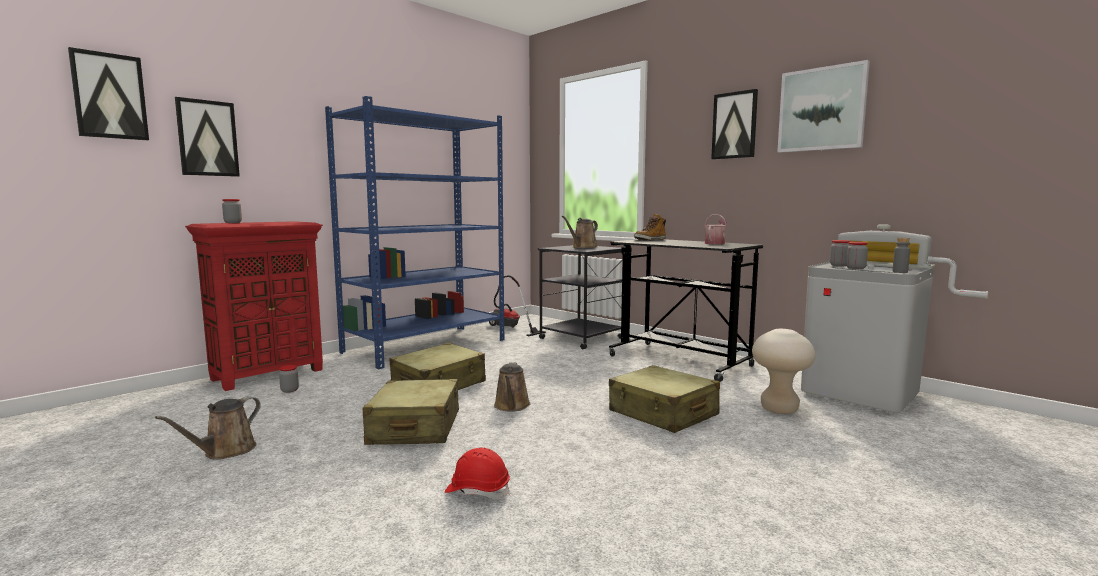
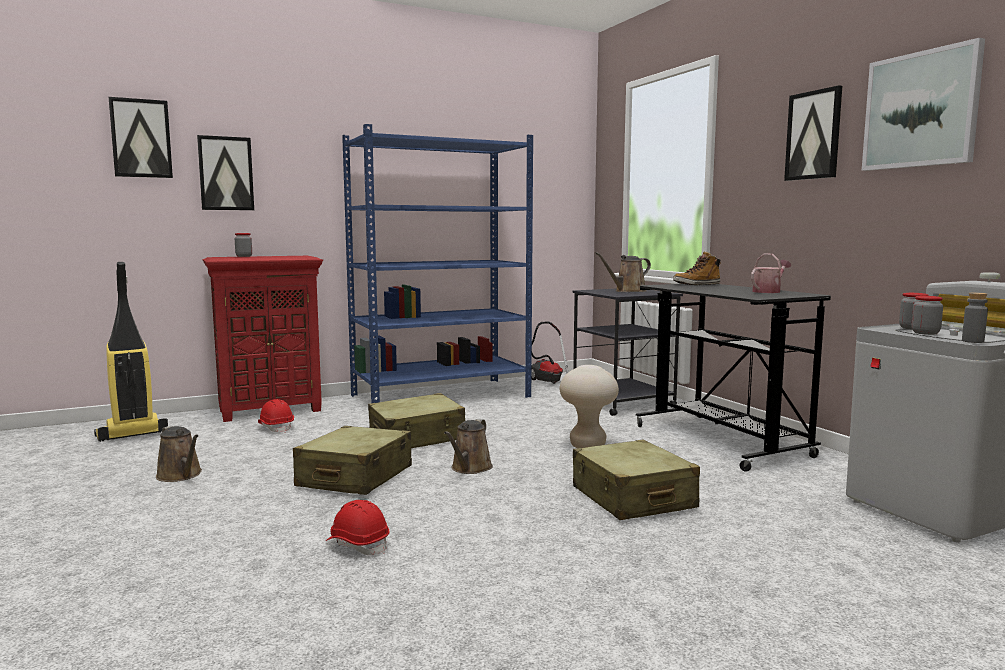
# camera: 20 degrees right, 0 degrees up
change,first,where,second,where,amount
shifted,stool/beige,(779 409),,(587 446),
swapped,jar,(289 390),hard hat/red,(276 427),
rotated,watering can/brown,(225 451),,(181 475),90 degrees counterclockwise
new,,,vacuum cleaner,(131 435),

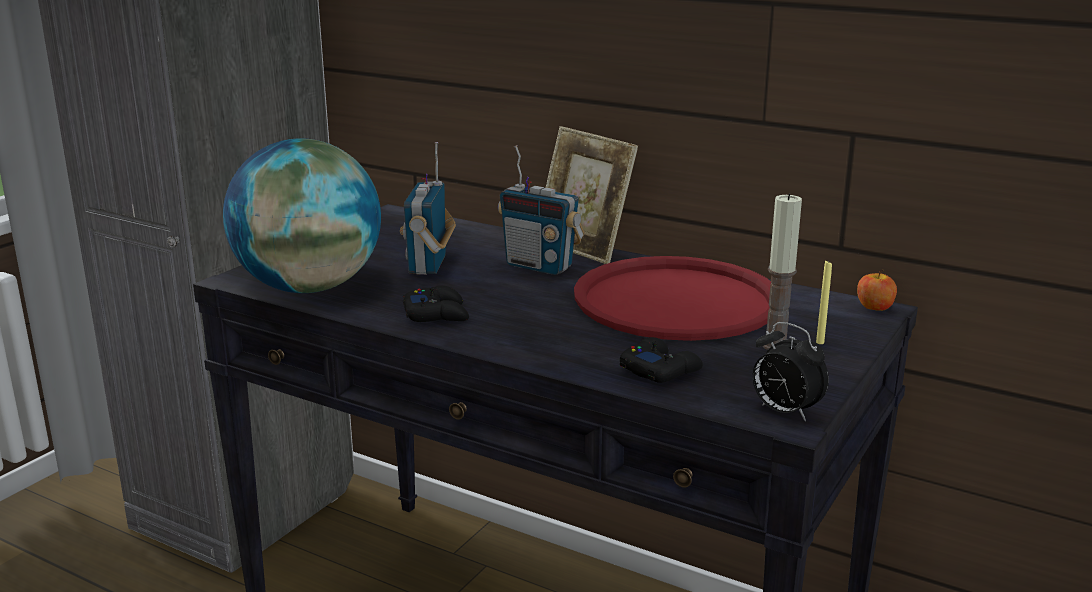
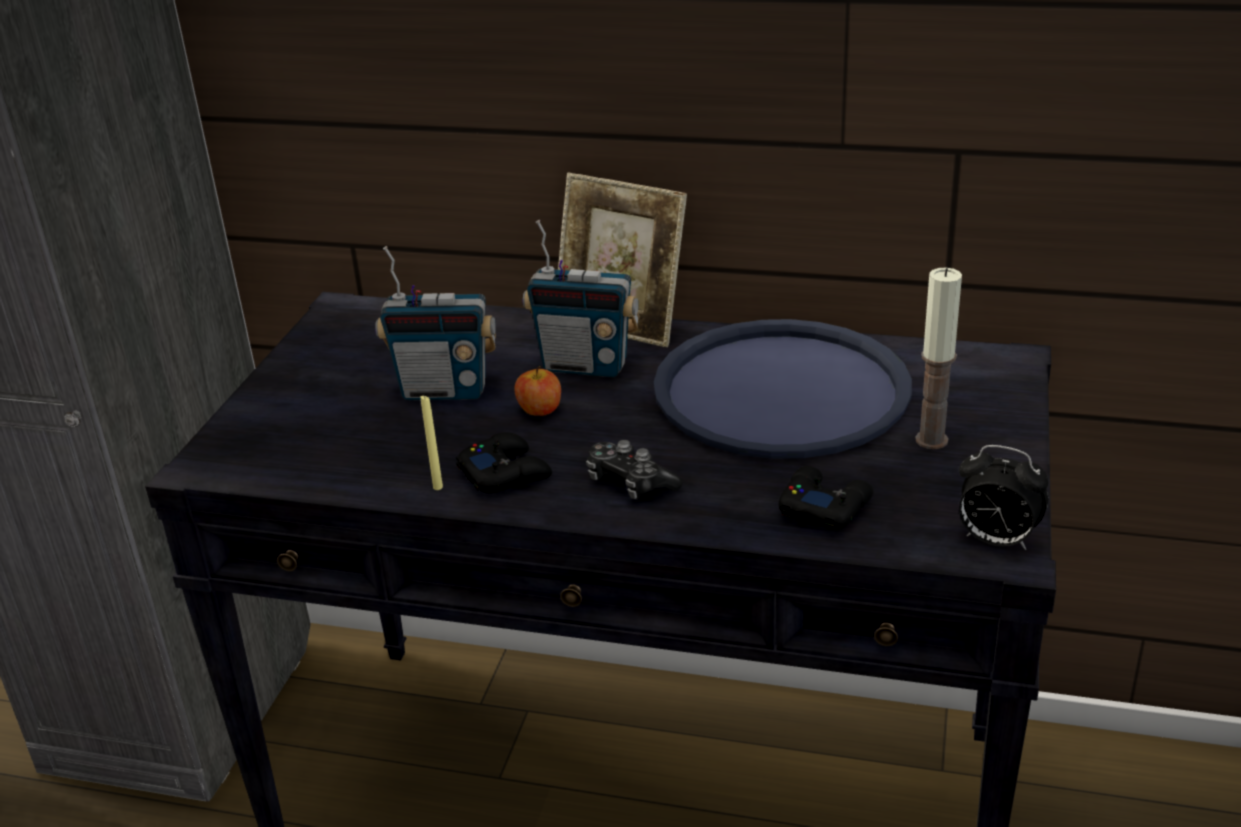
# camera: 15 degrees left, 10 degrees up
change,first,where,second,where,amount
gone,globe,(309 287),,,
rotated,radio,(429 265),,(444 390),75 degrees counterclockwise
repainted,tray/red,(677 301),tray/blue,(782 391),
shifted,candle/yellow,(820 342),,(438 487),
shifted,apple,(874 308),,(539 410),
new,,,game controller,(630 483),

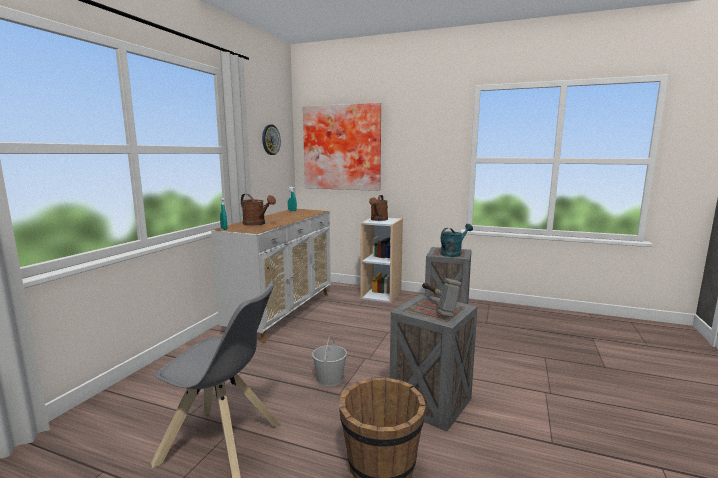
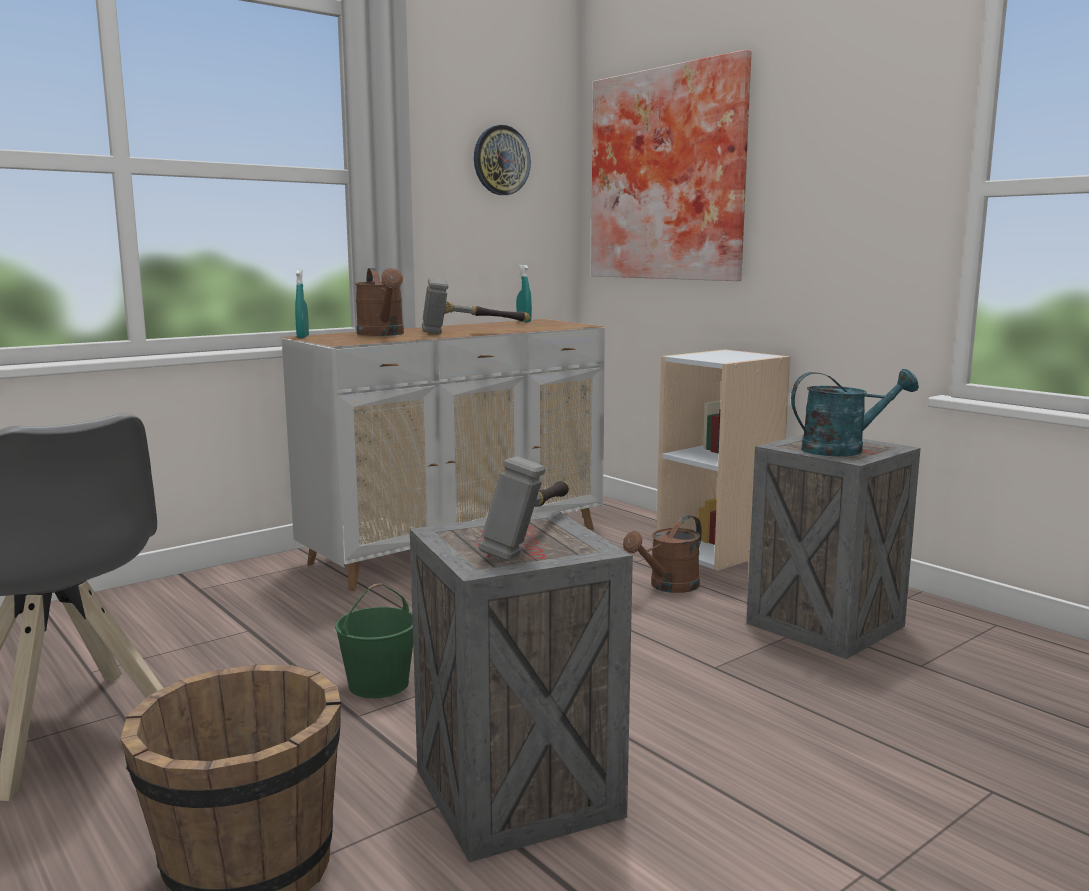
# camera: 30 degrees right, 0 degrees up
change,first,where,second,where,amount
shifted,watering can/brown,(378 220),,(668 586),
repainted,bucket/white,(329 379),bucket/green,(379 683),
new,,,hammer,(472 332),

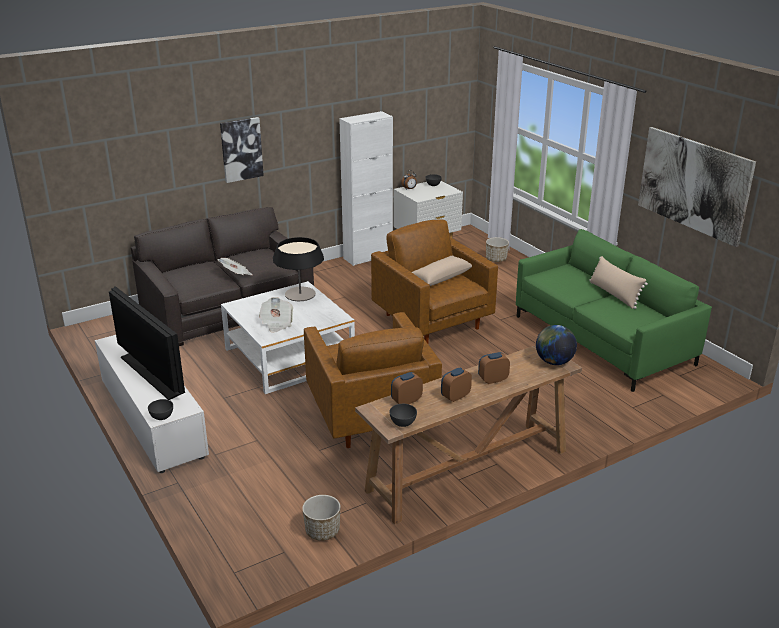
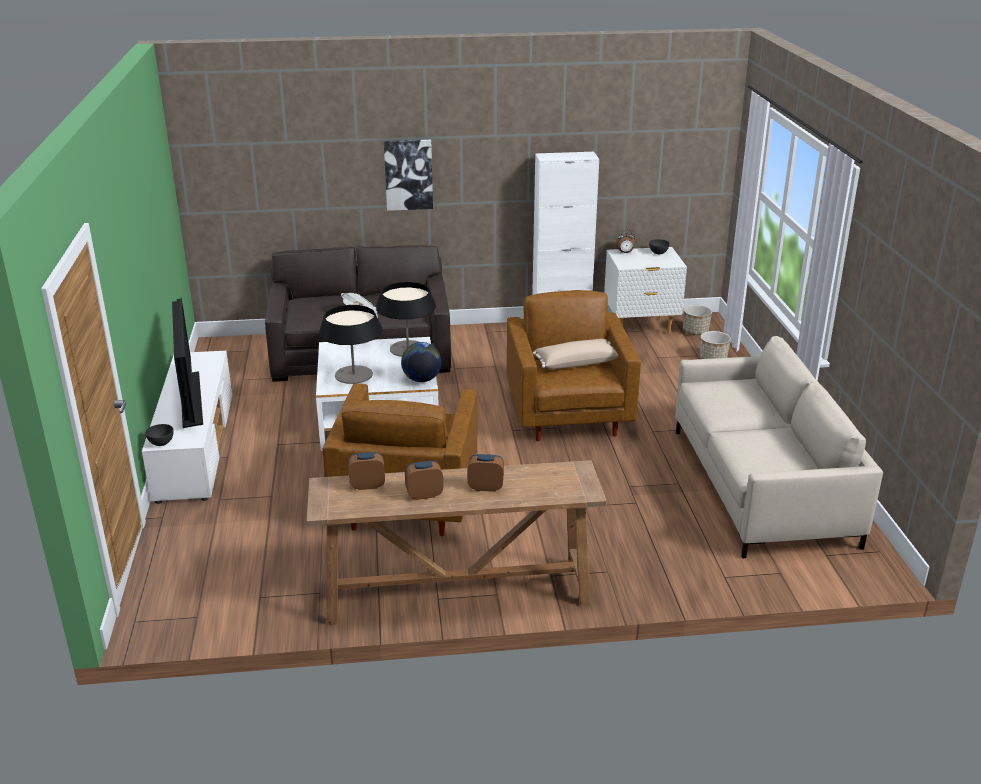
# camera: 25 degrees right, 0 degrees up
change,first,where,second,where,amount
gone,picture,(693 184),,,
repainted,sofa/green,(602 340),sofa/beige,(760 486),
gone,pillow/beige,(614 294),,,
swapped,newspaper,(277 323),table lamp,(353 375),
shifted,globe,(554 362),,(421 379),
gone,bowl/grey,(402 423),,,
shifted,planter,(322 531),,(695 332),

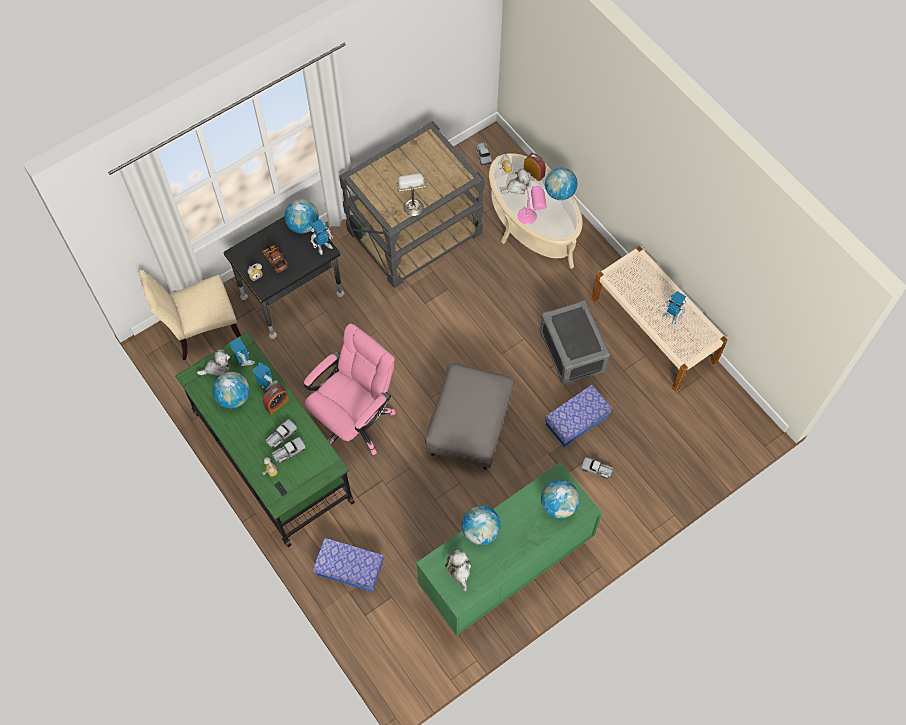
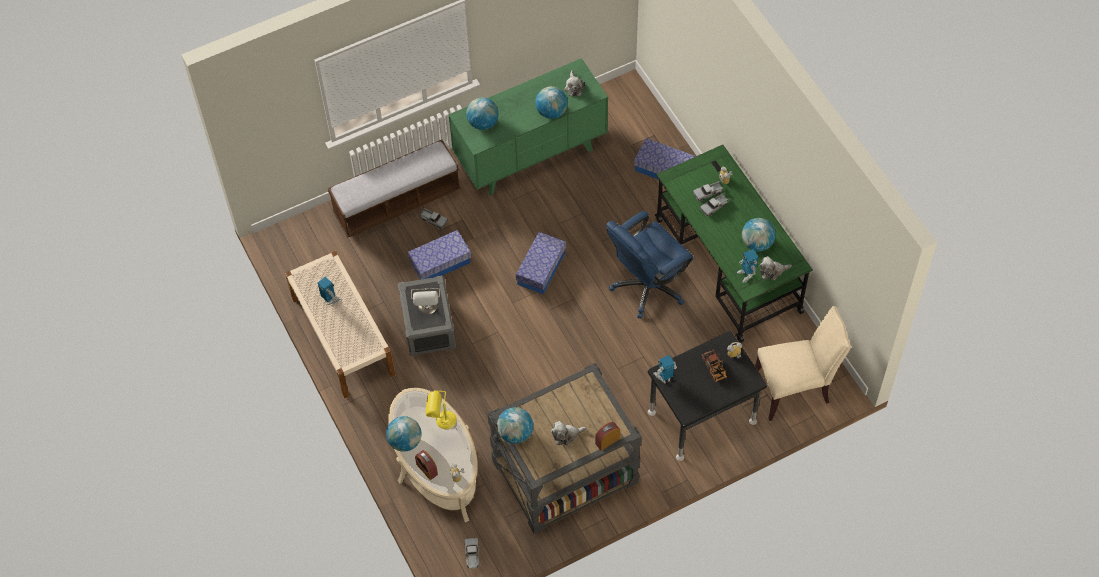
# camera: 170 degrees left, 5 degrees down
change,first,where,second,where,amount
shifted,plush toy,(517 187),,(566 435),
shifted,table lamp/white,(412 203),,(428 309),
repainted,table lamp/pink,(531 215),table lamp/yellow,(441 420),
shifted,globe,(303 225),,(515 433),
repainted,office chair/pink,(354 421),office chair/blue,(648 286),
gone,toy robot,(267 384),,,
swapped,ottoman/grey,(469 427),storage box,(541 268),
shifted,alarm clock,(277 404),,(607 441),
new,,,bench,(397 202),

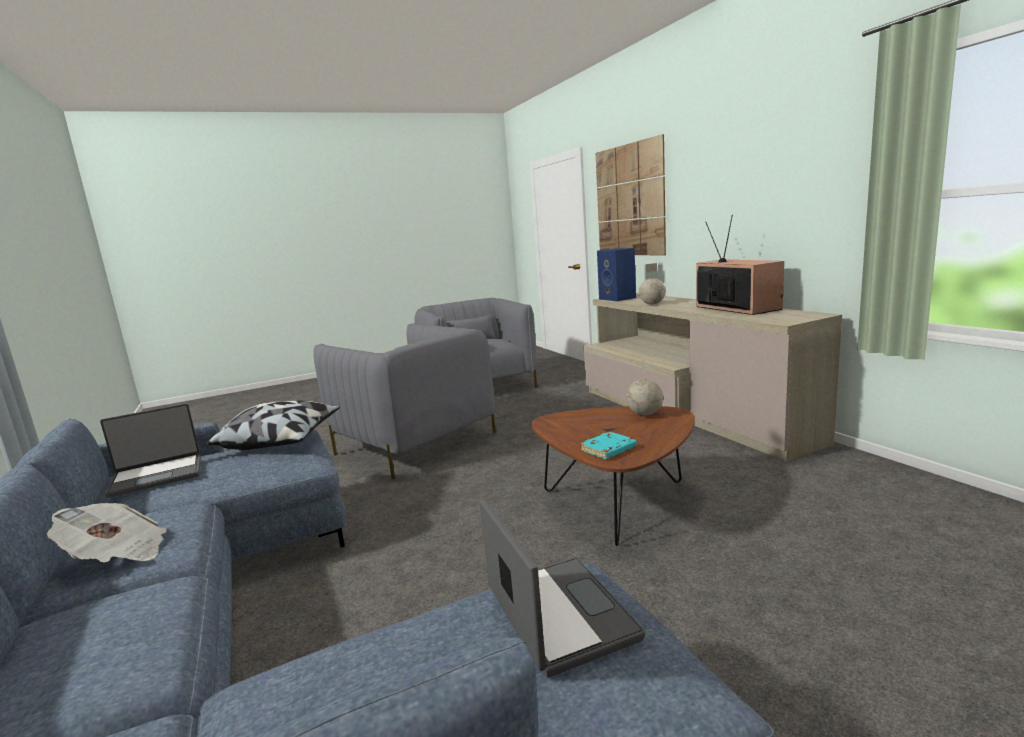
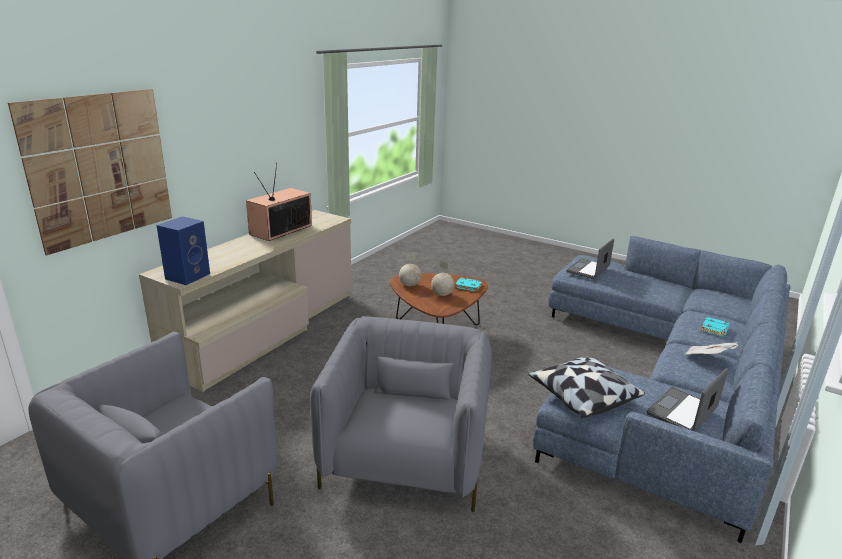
# camera: 125 degrees left, 10 degrees up
change,first,where,second,where,amount
shifted,globe,(652 304),,(442 295),
rotated,laptop,(157 476),,(683 412),75 degrees counterclockwise
new,,,book/turquoise,(715 329),

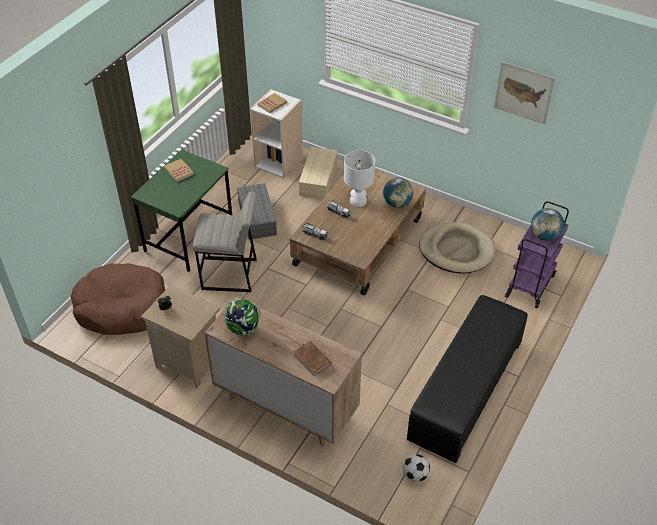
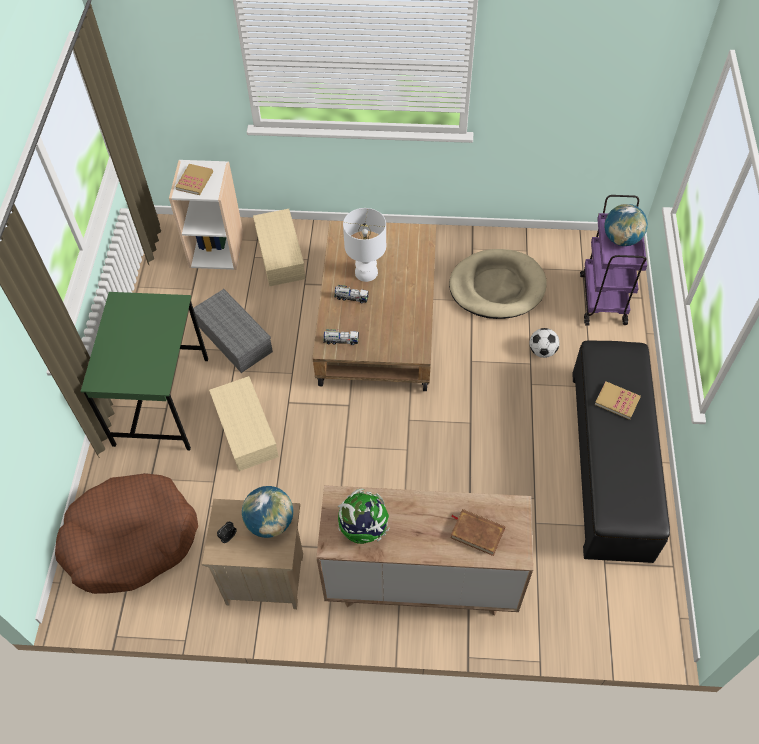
# camera: 25 degrees left, 10 degrees up
change,first,where,second,where,amount
gone,picture,(524 92),,,
shifted,book,(179 171),,(617 401),
shifted,globe,(397 203),,(270 522),
swapped,chair/grey,(231 274),storage box/beige,(247 431),
shifted,football,(415 475),,(542 351),

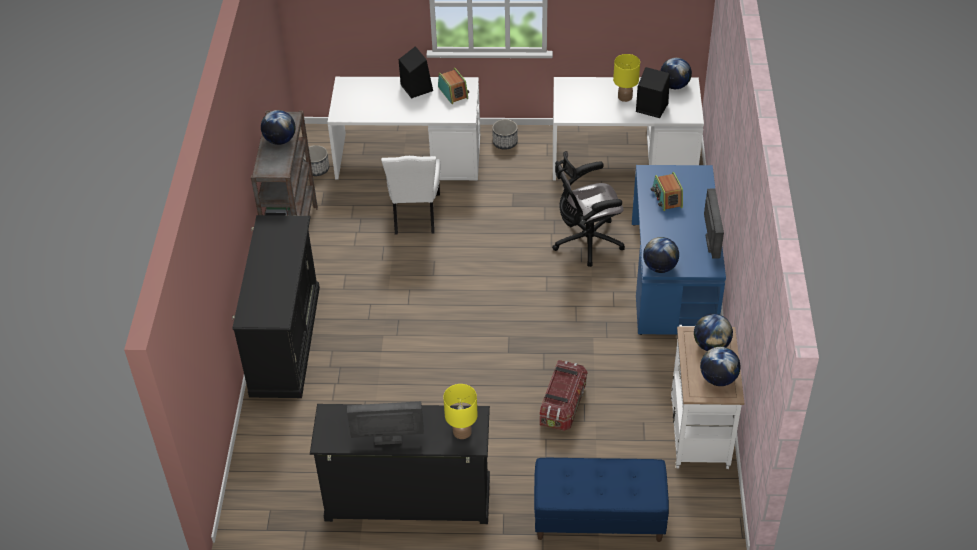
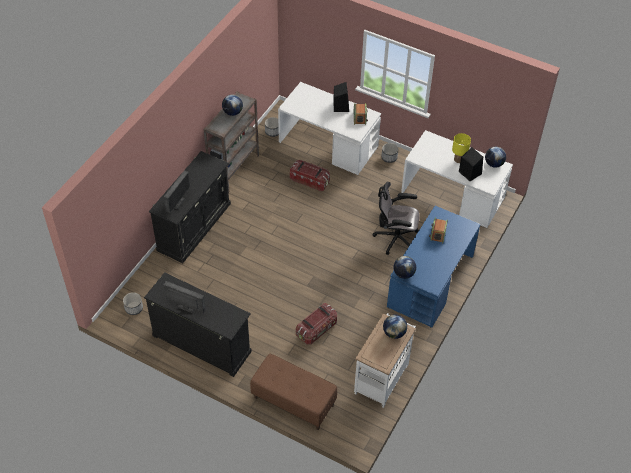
# camera: 25 degrees right, 5 degrees up
change,first,where,second,where,amount
swapped,chair/white,(415 212),storage box,(310 180),
shifted,monitor,(709 244),,(178 203),
gone,globe,(718 379),,,
gone,table lamp/yellow,(462 432),,,
repainted,bench/blue,(598 518),bench/brown,(293 401),
new,,,planter,(134 308),

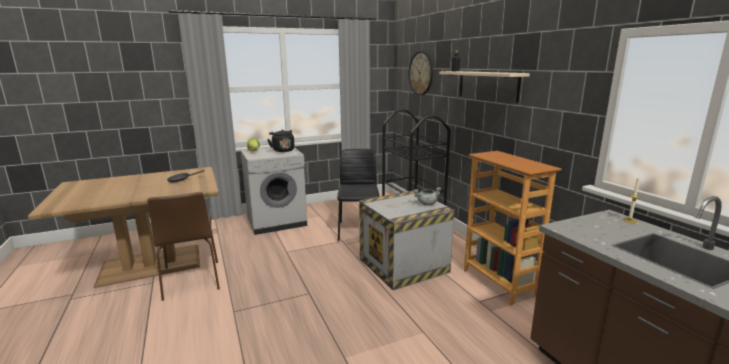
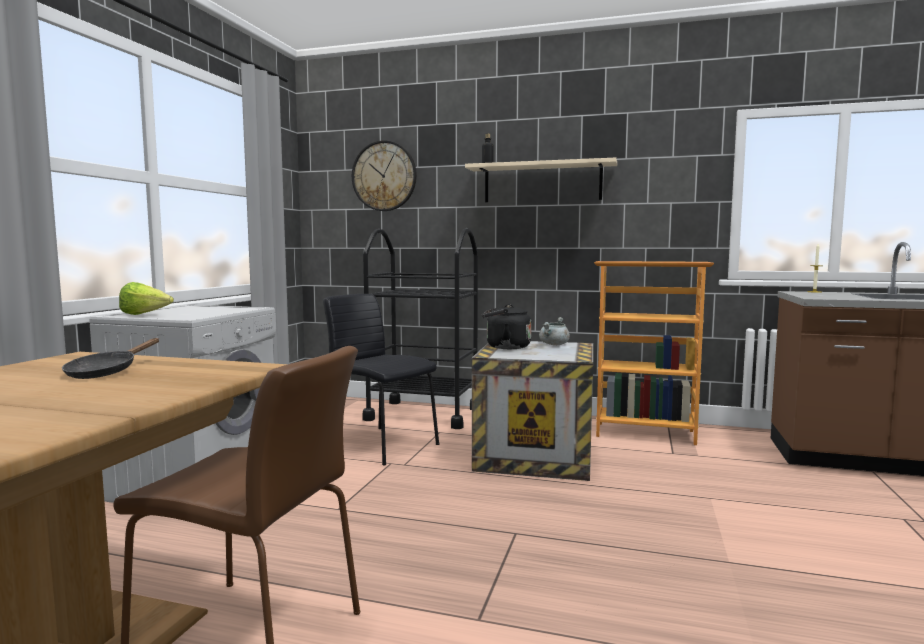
# camera: 50 degrees left, 10 degrees down
change,first,where,second,where,amount
shifted,kettle/black,(282 150),,(505 347),

